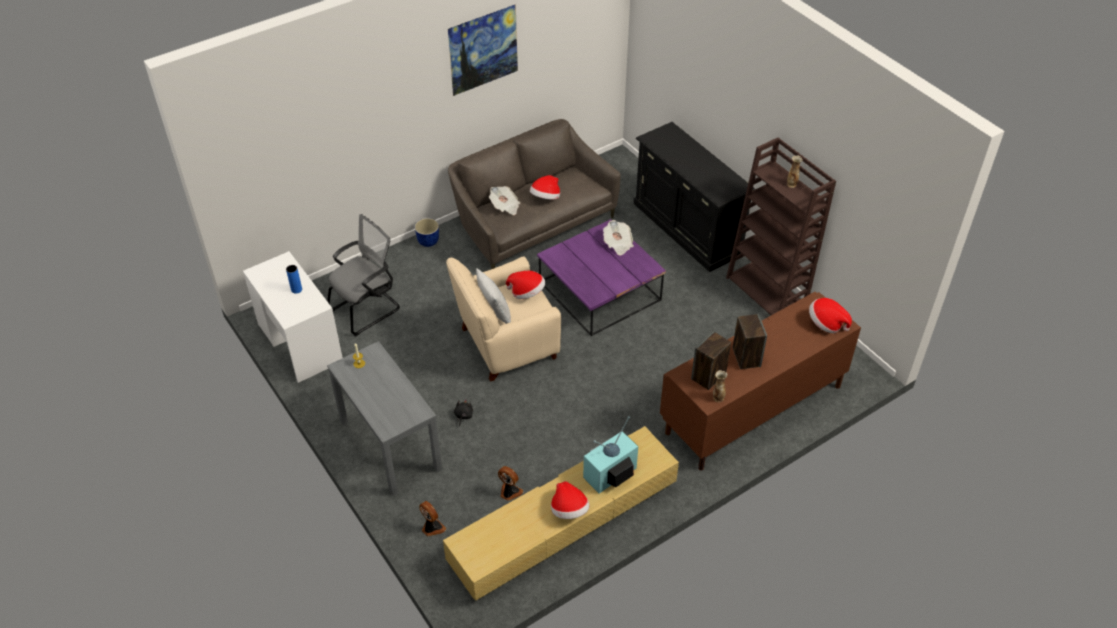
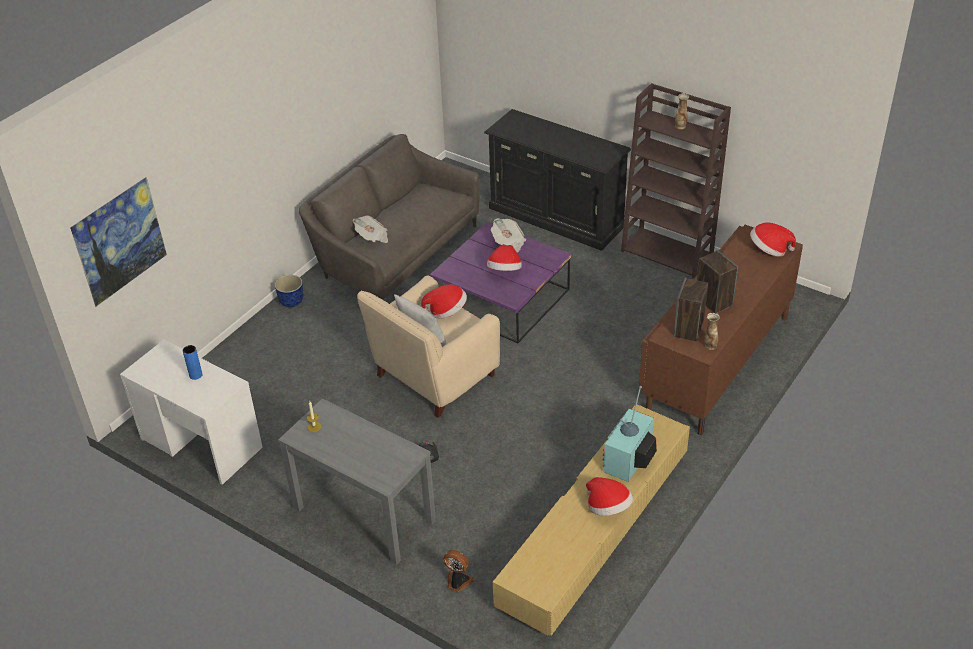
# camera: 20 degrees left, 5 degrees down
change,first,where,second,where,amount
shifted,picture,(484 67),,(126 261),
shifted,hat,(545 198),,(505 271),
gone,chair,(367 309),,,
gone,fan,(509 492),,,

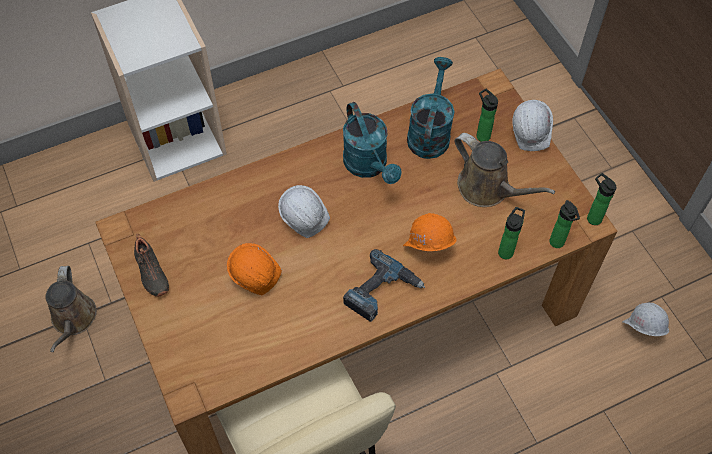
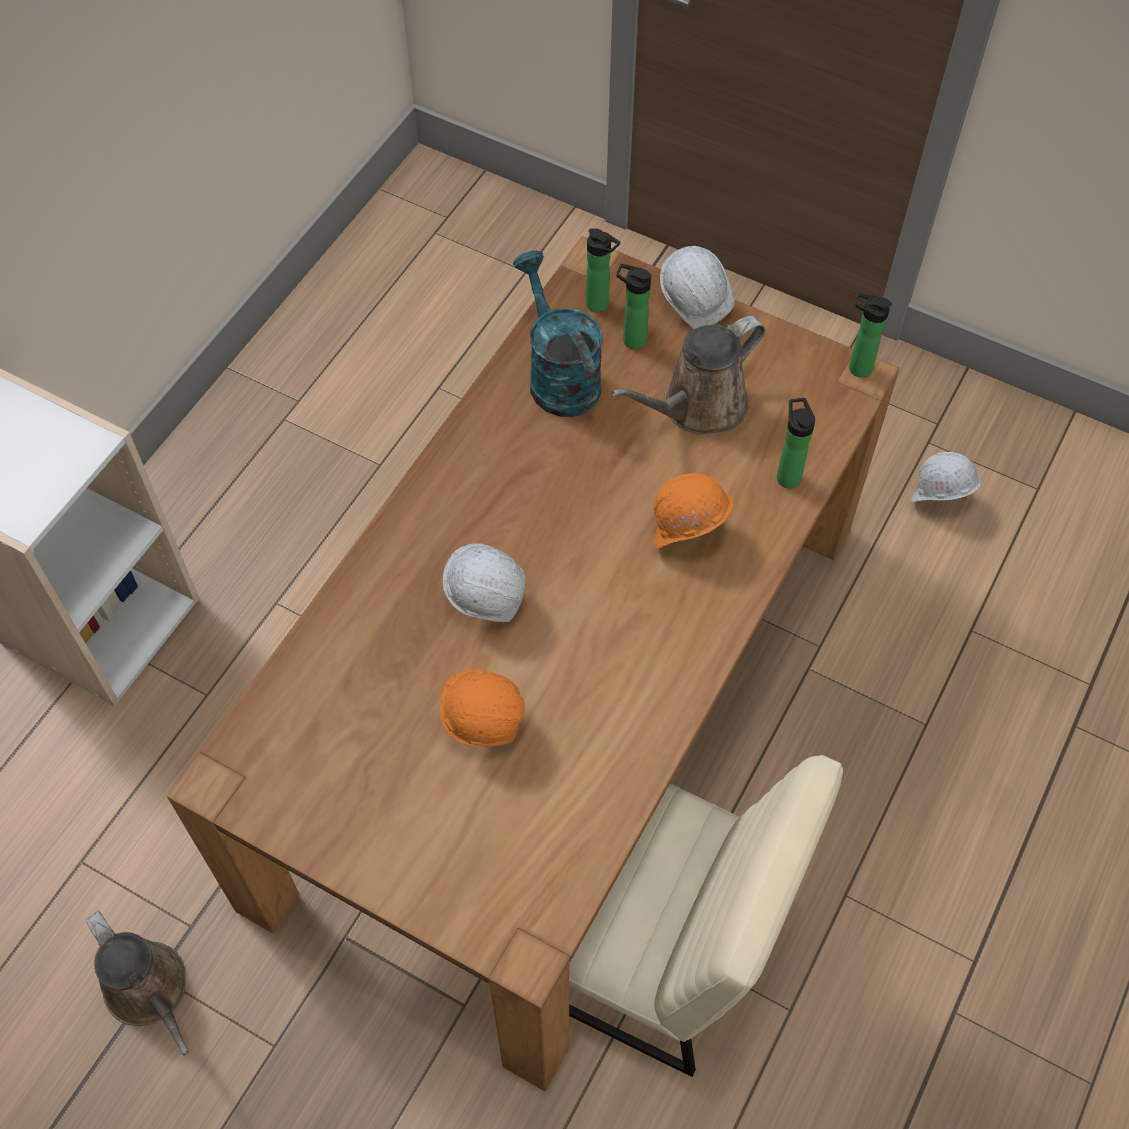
# camera: 35 degrees left, 0 degrees up
change,first,where,second,where,amount
gone,watering can/turquoise,(369 166),,,
rotated,watering can/brown,(488 189),,(697 407),135 degrees clockwise
shifted,bottle,(557 244),,(600 306),
gone,shoe/black,(150 273),,,
gone,power drill,(382 292),,,

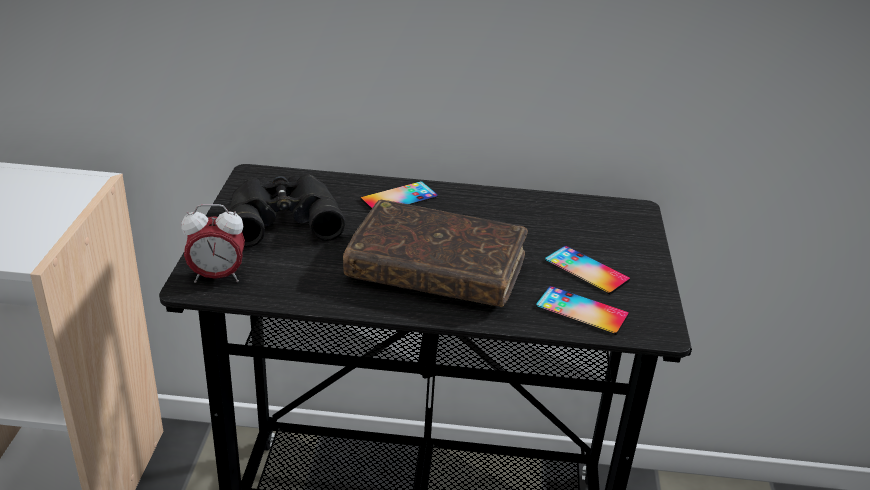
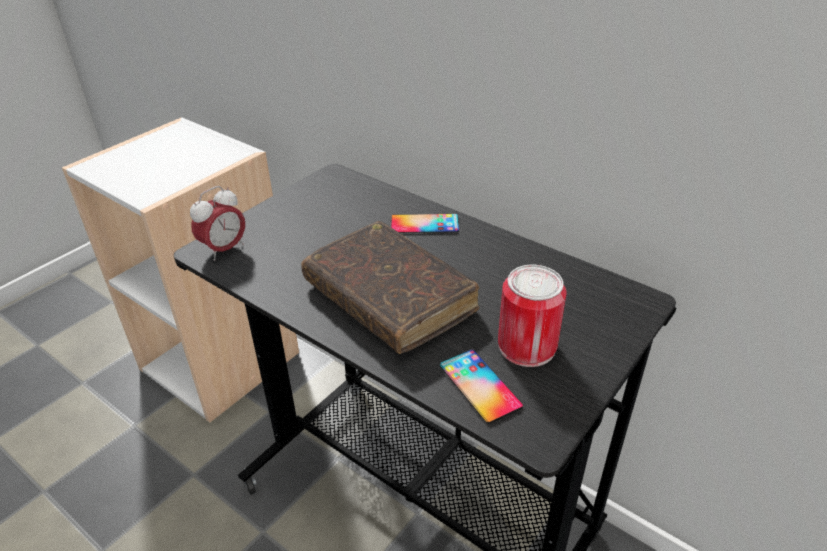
# camera: 35 degrees right, 5 degrees up
change,first,where,second,where,amount
gone,binoculars/black,(282 217),,,
rotated,alarm clock,(217 277),,(224 249),75 degrees counterclockwise
swapped,phone,(586 270),can,(527 346),

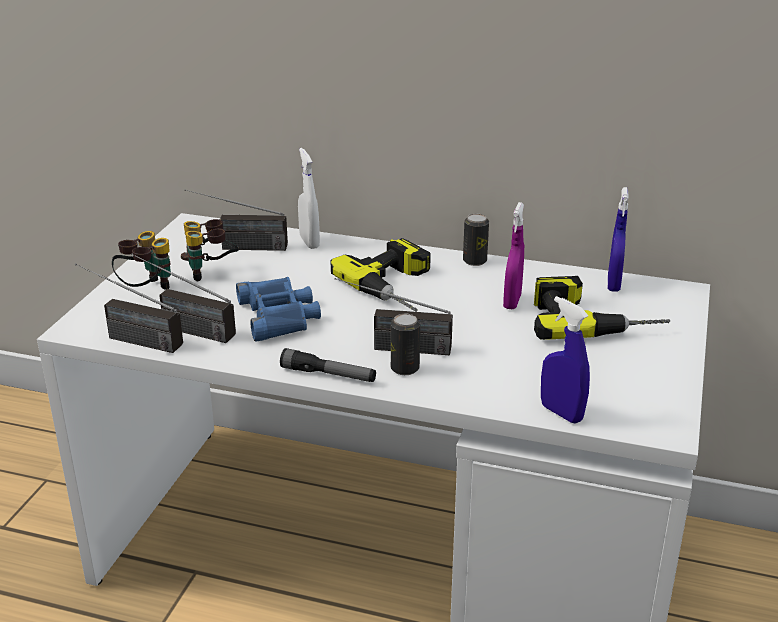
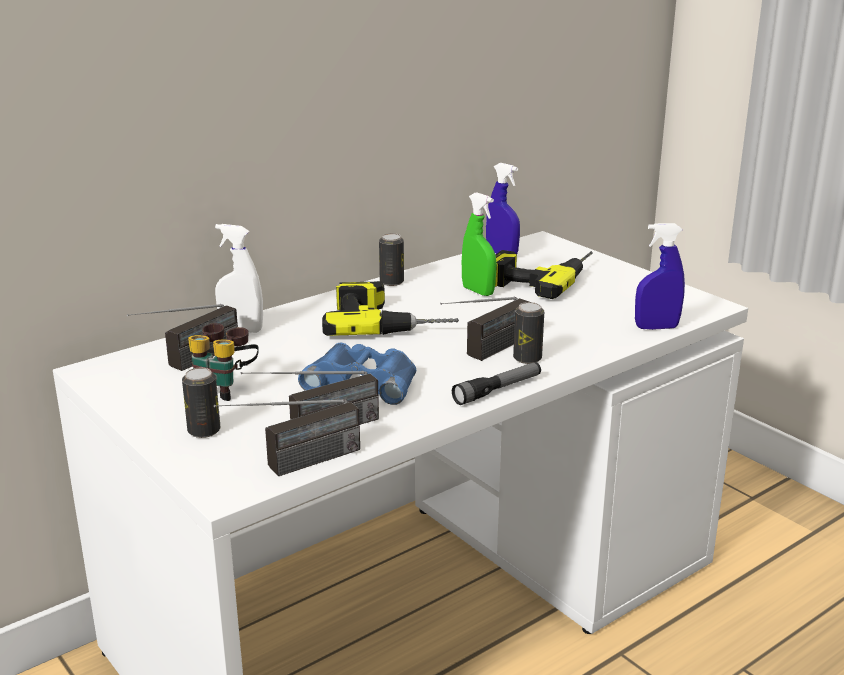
# camera: 55 degrees left, 5 degrees down
change,first,where,second,where,amount
repainted,spray bottle/purple,(512 302),spray bottle/green,(478 291),
swapped,binoculars,(146 290),can,(204 431),

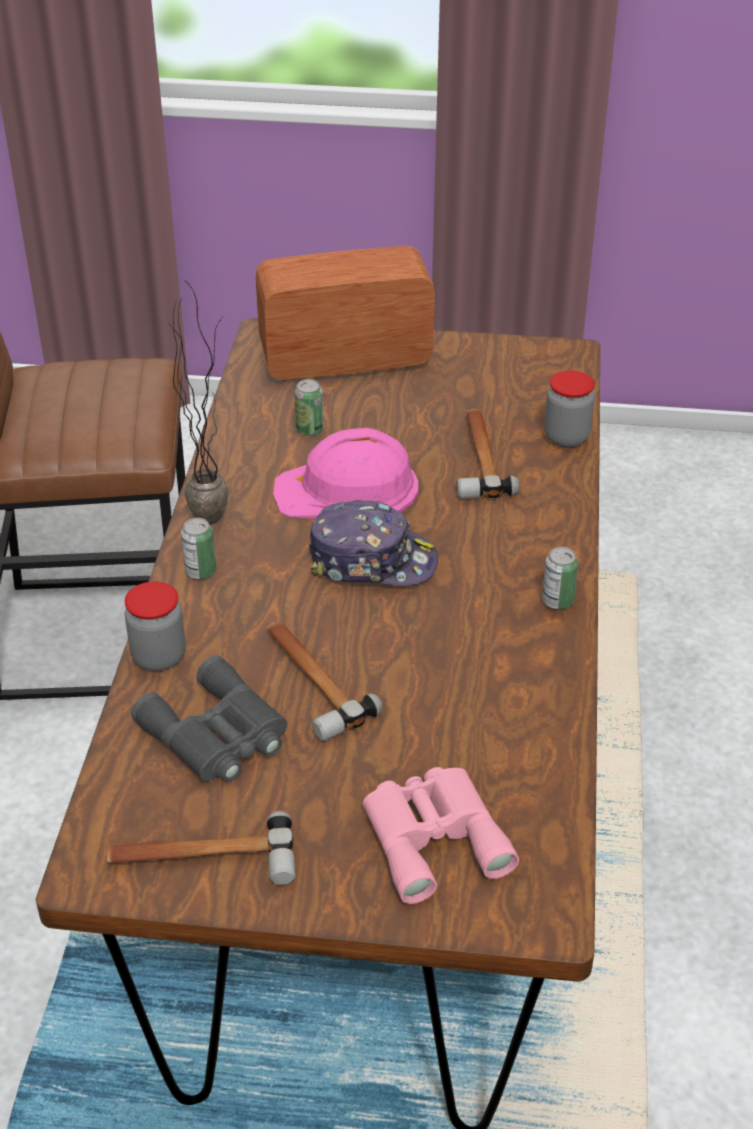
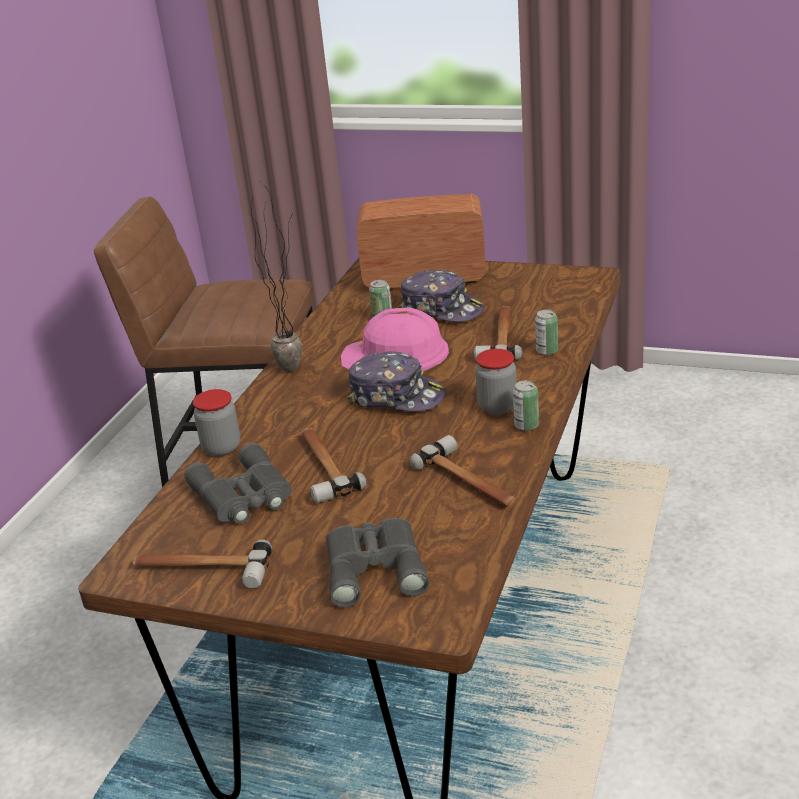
# camera: 15 degrees right, 10 degrees down
change,first,where,second,where,amount
shifted,jar,(566 437),,(497 407),
shifted,can,(200 571),,(547 351),
repainted,binoculars/pink,(433 836),binoculars/grey,(375 566),
new,,,cap,(442 309),
new,,,hammer,(469 481),

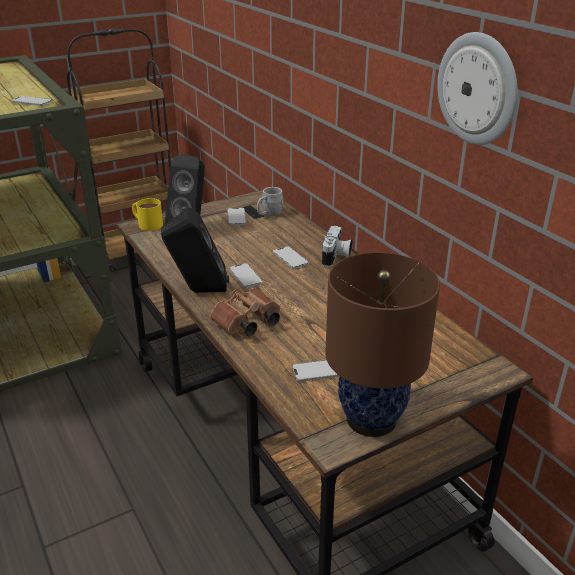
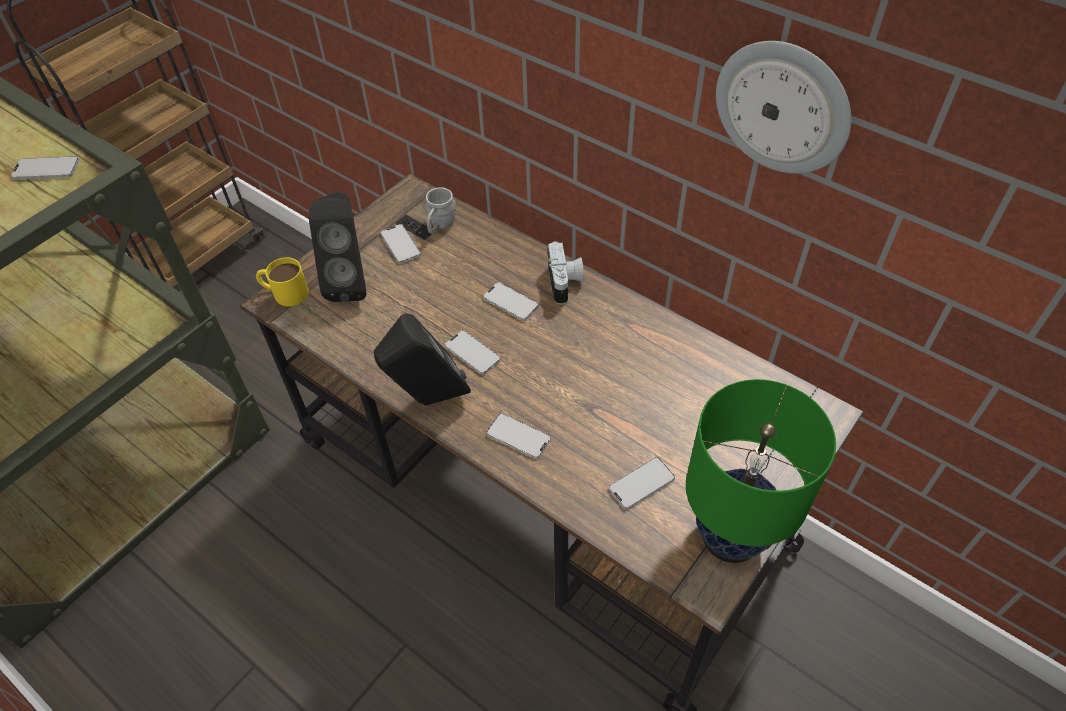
# camera: 20 degrees left, 20 degrees up
change,first,where,second,where,amount
repainted,table lamp/brown,(372 419),table lamp/green,(731 536),
swapped,binoculars/brown,(246 324),phone,(518 437),

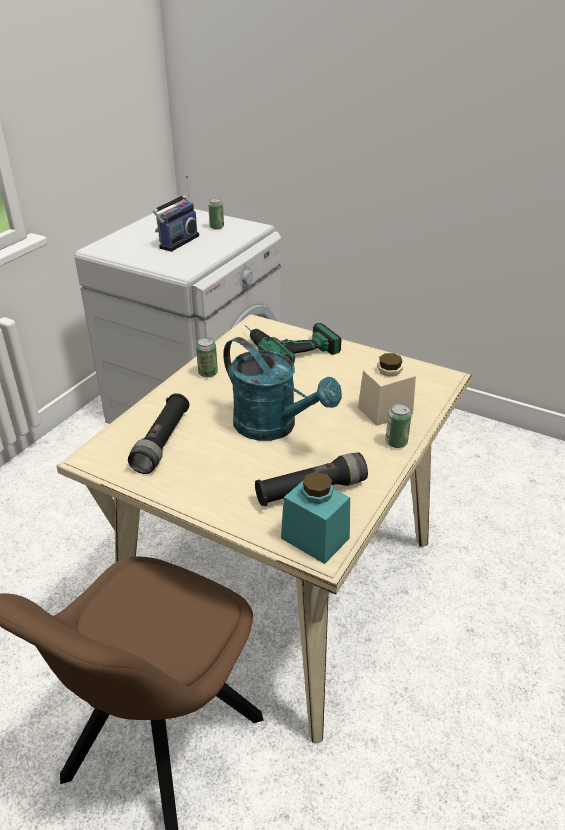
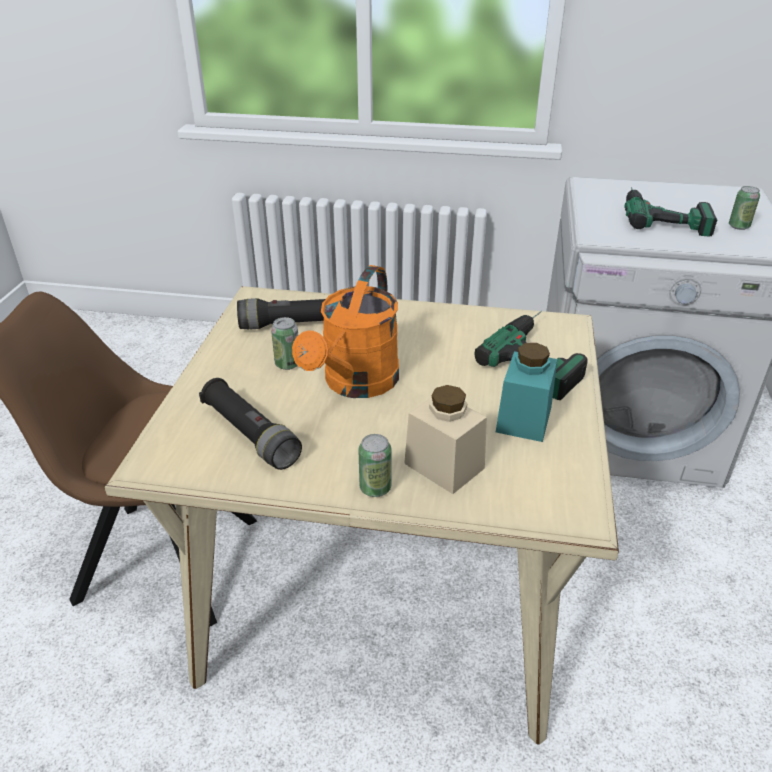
# camera: 70 degrees right, 0 degrees up
change,first,where,second,where,amount
swapped,radio,(177 241),power drill,(663 215),
repainted,watering can/turquoise,(274 427),watering can/orange,(356 384),
shifted,can,(208 373),,(287 364),
shifted,jar/turquoise,(315 538),,(524 419),

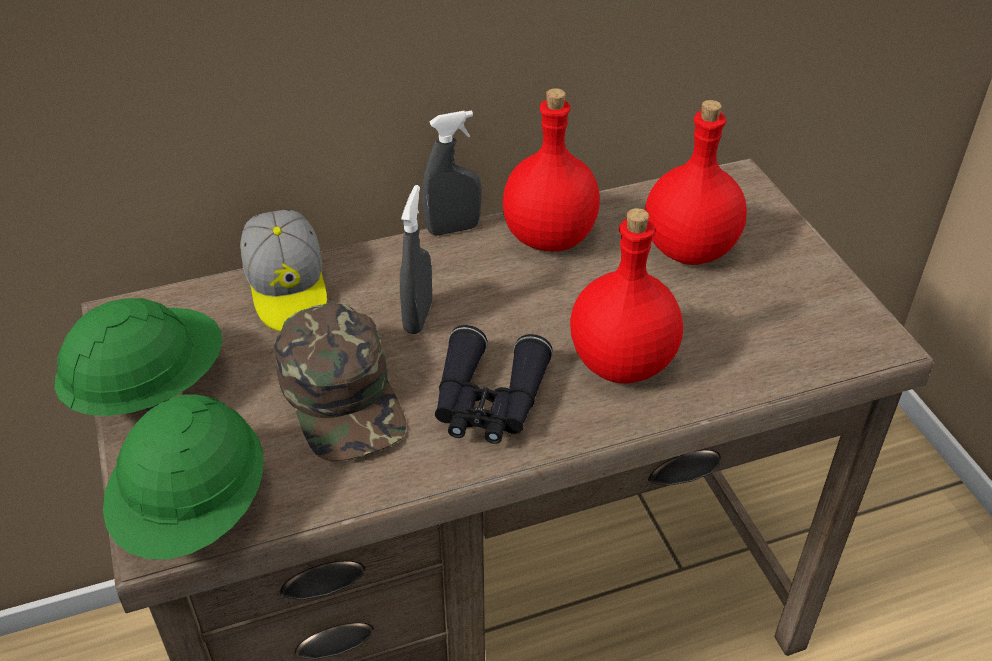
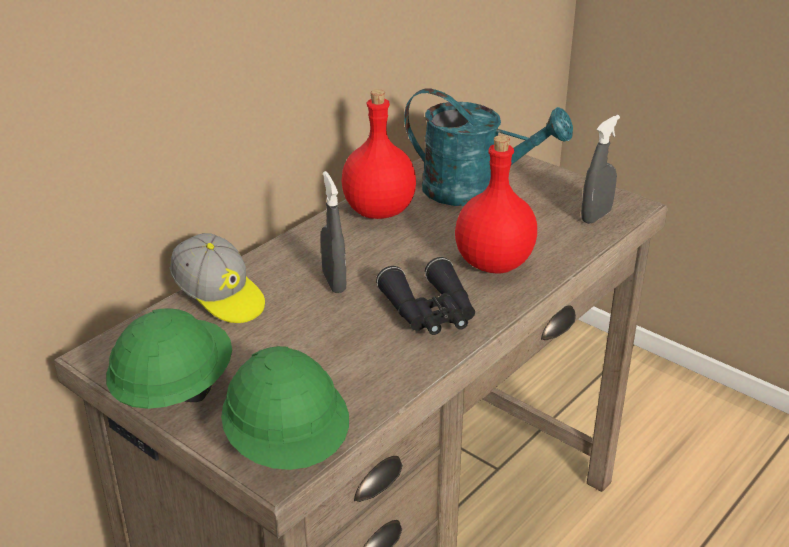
# camera: 30 degrees left, 10 degrees down
change,first,where,second,where,amount
swapped,bottle/red,(688 248),watering can/turquoise,(475 191),
shifted,spray bottle/grey,(453 229),,(596 216),
gone,cap/green,(343 395),,,

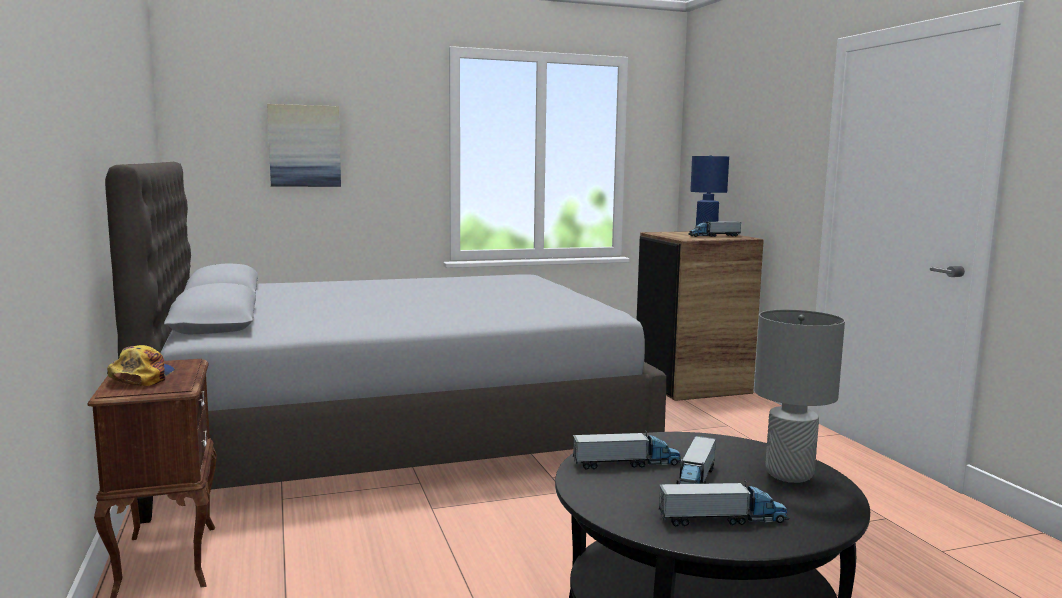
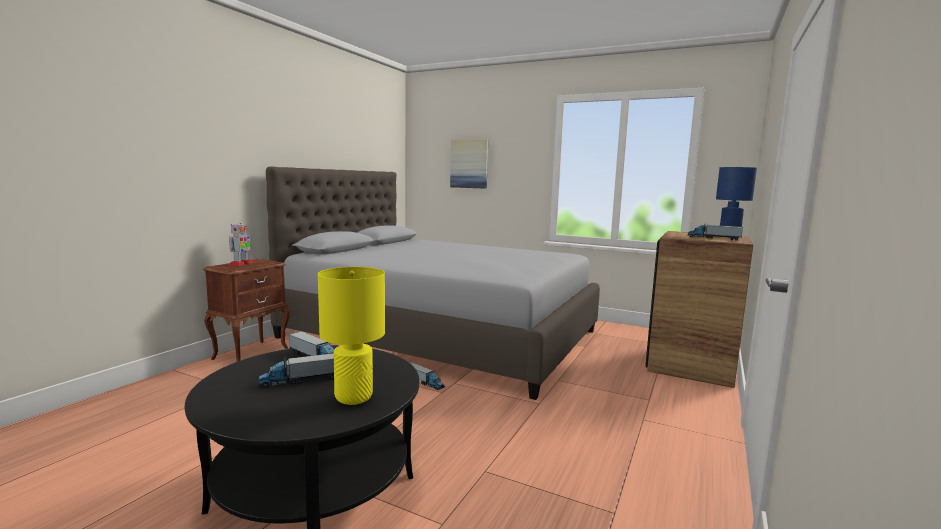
# camera: 45 degrees right, 0 degrees up
change,first,where,second,where,amount
repainted,table lamp/grey,(788 477),table lamp/yellow,(353 399),
swapped,cap,(141 377),toy robot,(241 263),
shifted,toy truck,(723 519),,(424 382),

